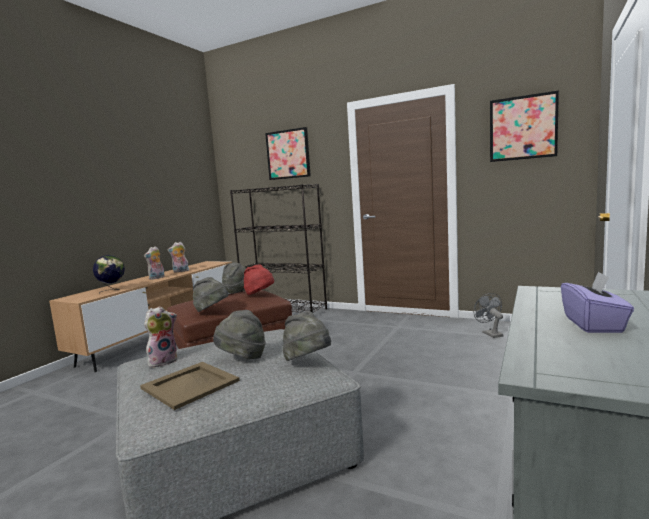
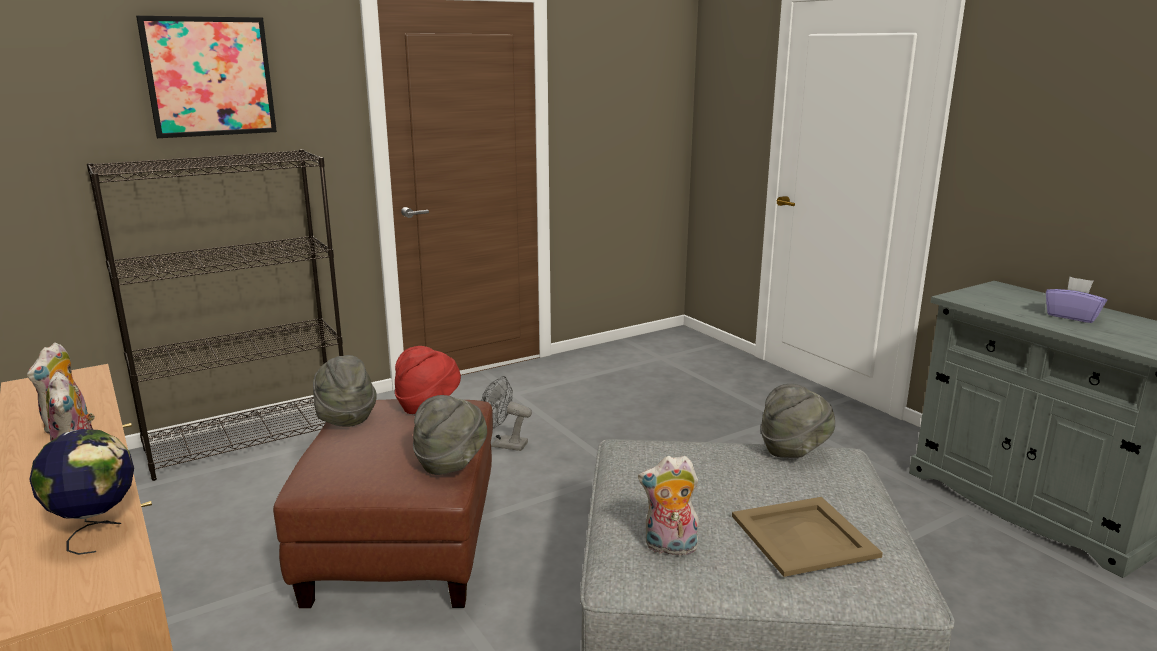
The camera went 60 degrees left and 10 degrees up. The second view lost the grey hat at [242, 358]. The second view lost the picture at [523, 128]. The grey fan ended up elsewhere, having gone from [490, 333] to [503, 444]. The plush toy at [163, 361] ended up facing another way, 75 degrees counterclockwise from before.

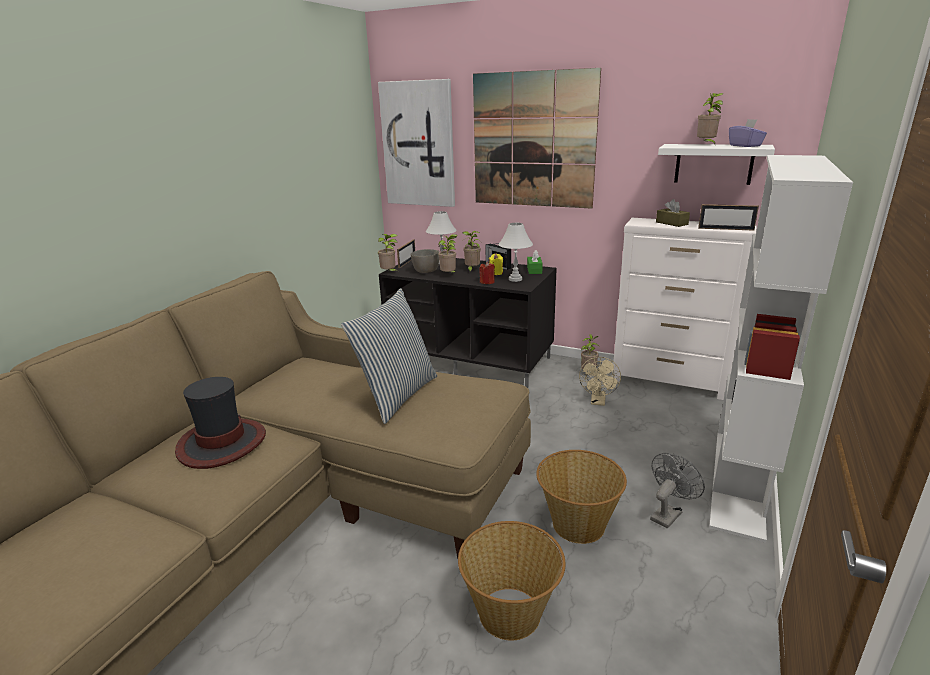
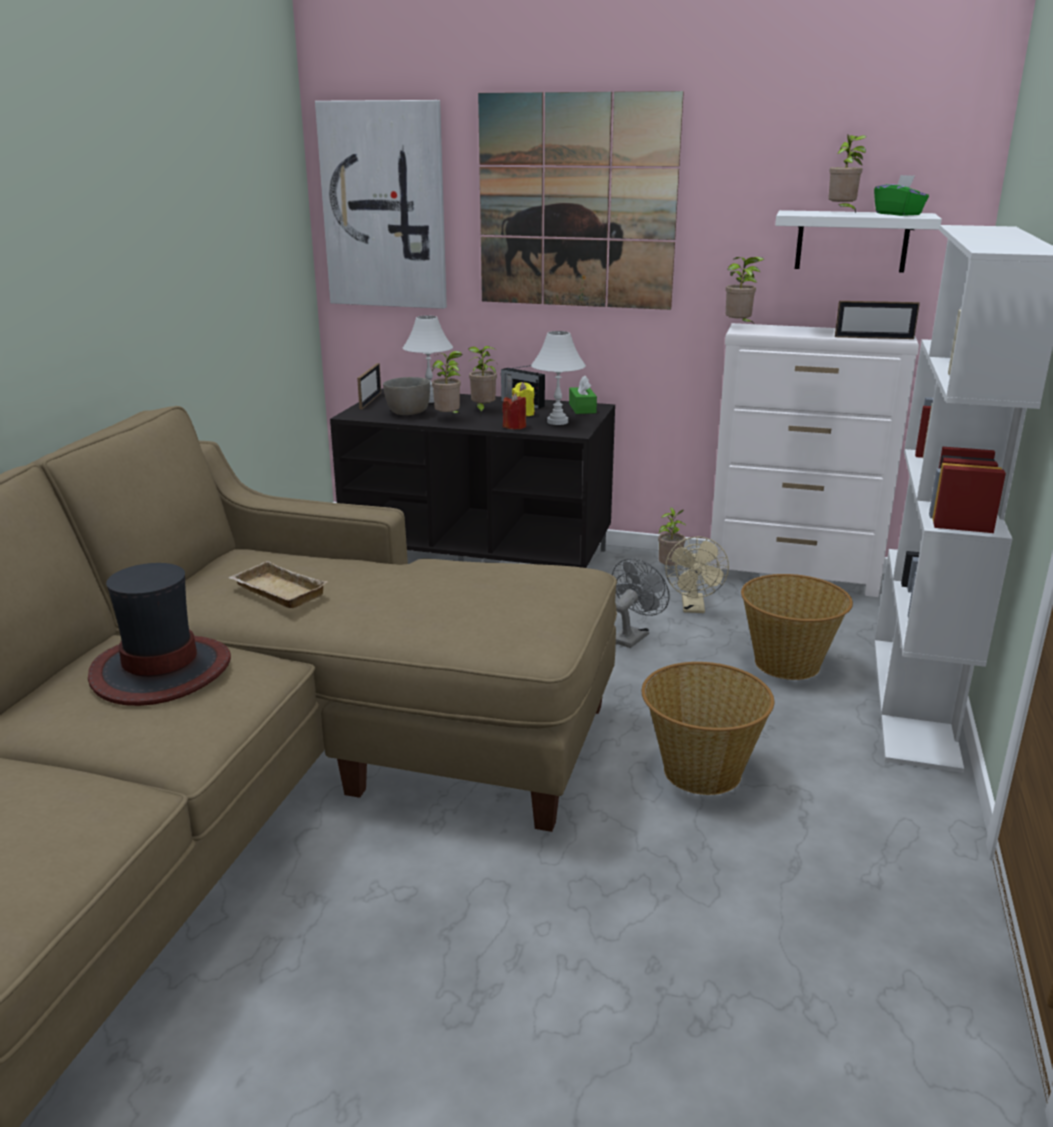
The camera went 10 degrees left and 0 degrees up. The second view lost the pillow at [397, 395]. The second view lost the brown tissue box at [671, 223]. The second view gained the beige tray at [276, 592]. The potted plant ended up elsewhere, having gone from [389, 273] to [739, 326]. The basket ended up elsewhere, having gone from [511, 612] to [788, 663]. The grey fan ended up elsewhere, having gone from [668, 513] to [633, 636]. What was the purple tissue box at [745, 146] turned into the green tissue box at [898, 214].

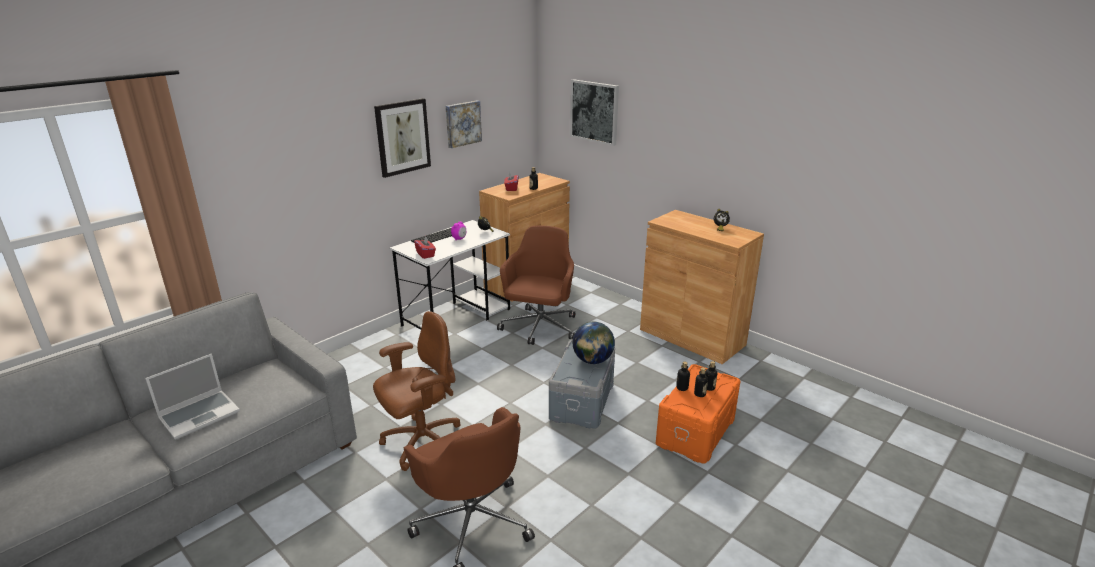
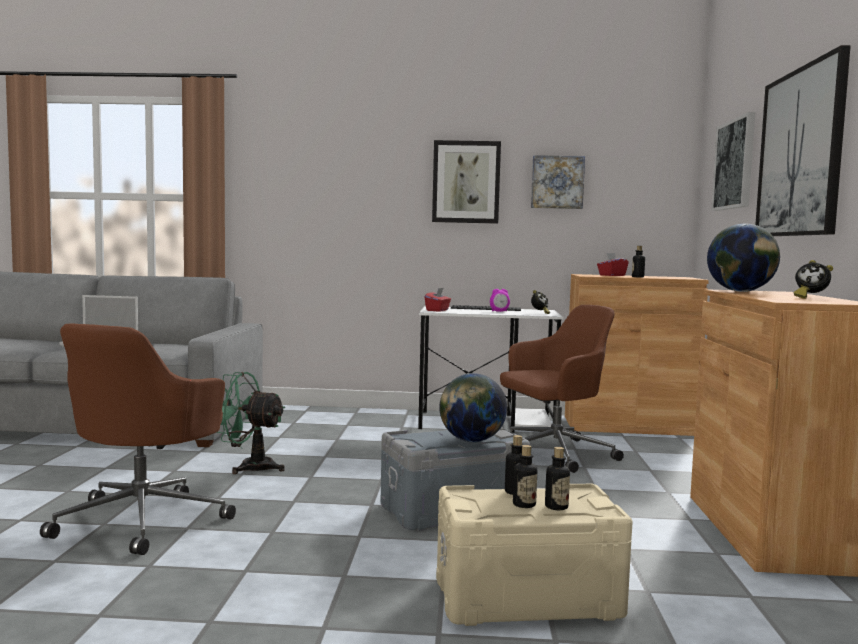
The camera went 50 degrees right and 20 degrees down. The second view gained the globe at [740, 291]. The second view gained the picture at [800, 152]. Where the brown office chair stood at [421, 443], the green fan came to stand at [249, 467]. What was the orange storage box at [696, 432] turned into the beige storage box at [527, 598].

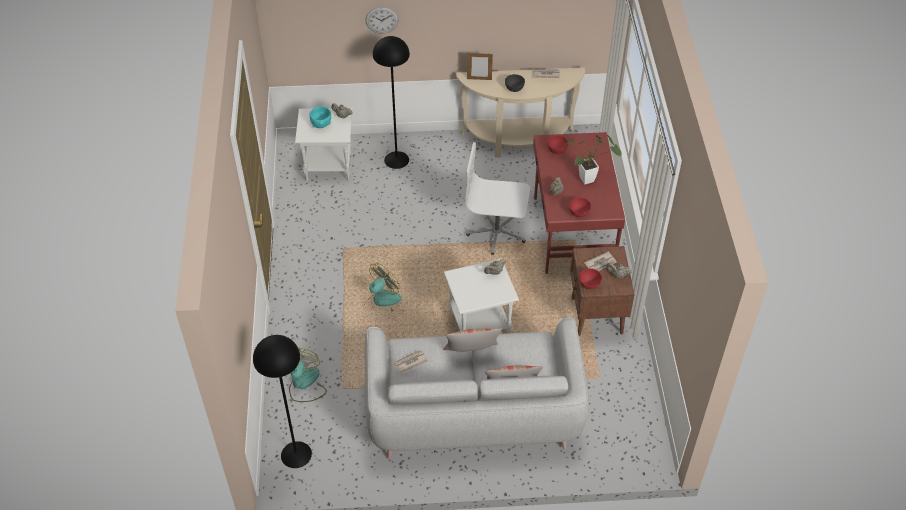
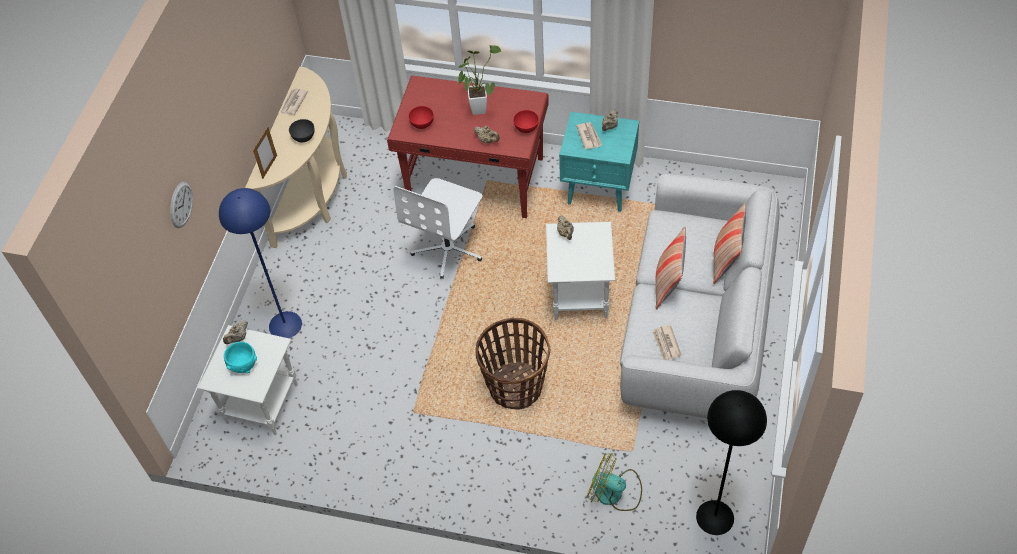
The camera went 70 degrees left and 5 degrees up. The second view lost the red bowl at [589, 284]. Where the fan stood at [381, 303], the basket came to stand at [515, 386]. What was the black floor lamp at [396, 159] turned into the blue floor lamp at [285, 325]. What was the brown nightstand at [596, 316] turned into the turquoise nightstand at [599, 189].

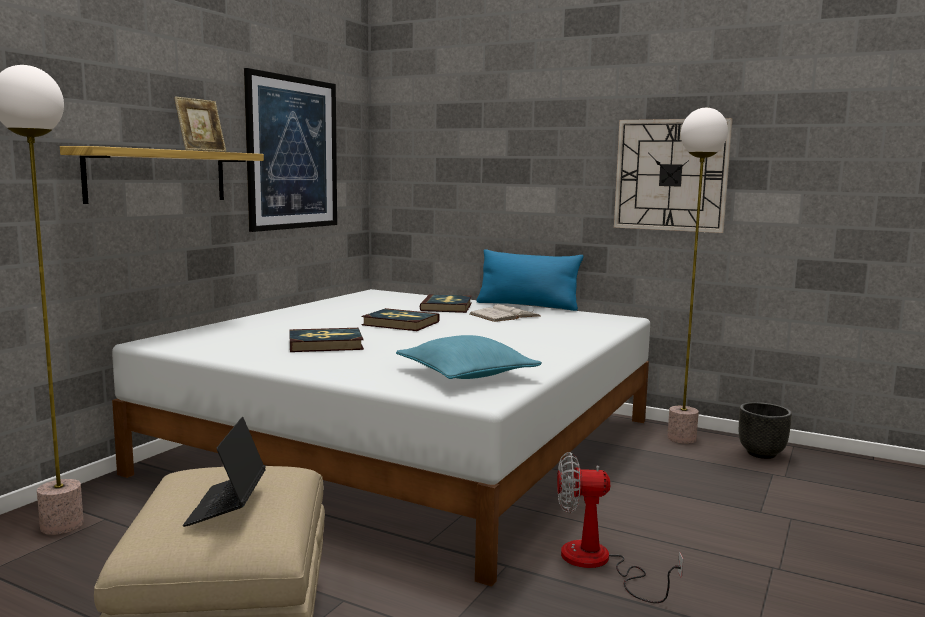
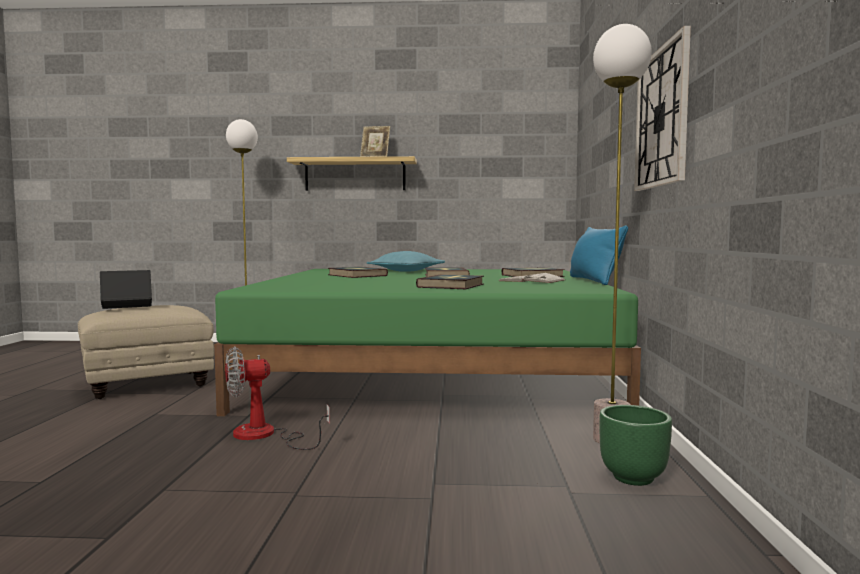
The camera went 65 degrees right and 5 degrees down. The second view lost the picture at [293, 153]. The second view gained the book at [451, 286]. The turquoise pillow ended up elsewhere, having gone from [466, 374] to [406, 271]. What was the white bed at [411, 445] turned into the green bed at [432, 373]. What was the black planter at [762, 454] turned into the green planter at [634, 478]. The fan at [598, 563] ended up facing another way, 90 degrees counterclockwise from before.

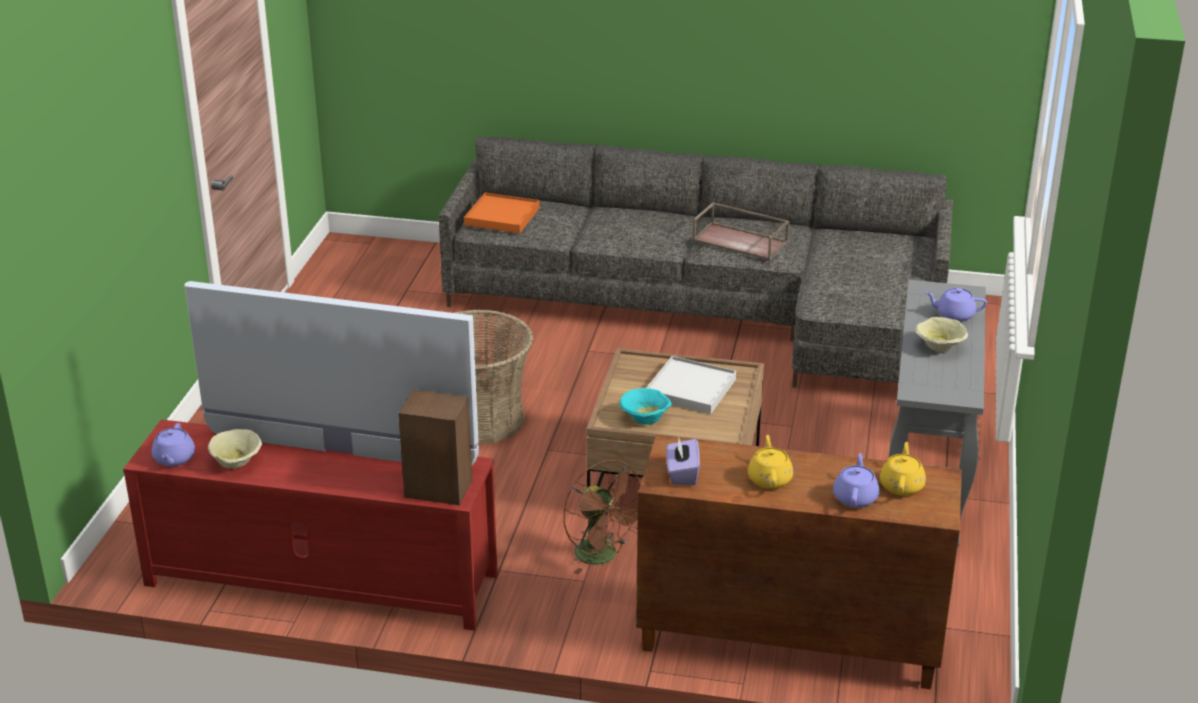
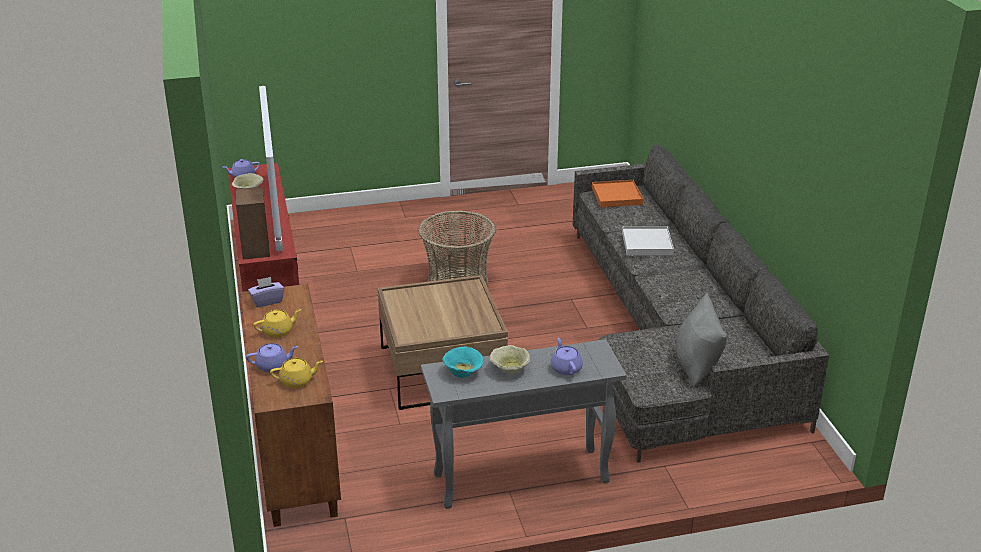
The camera went 65 degrees right and 0 degrees up. The second view lost the brown fan at [603, 557]. The second view lost the brown tray at [741, 241]. The second view gained the grey pillow at [696, 366]. The turquoise bowl ended up elsewhere, having gone from [645, 418] to [464, 372]. The white tray ended up elsewhere, having gone from [690, 389] to [647, 243].

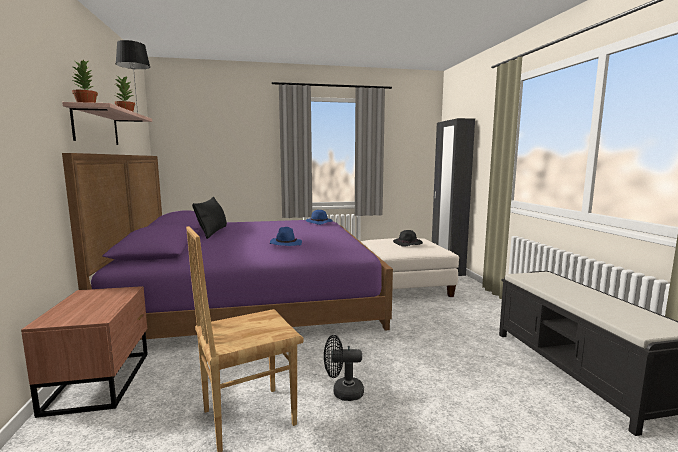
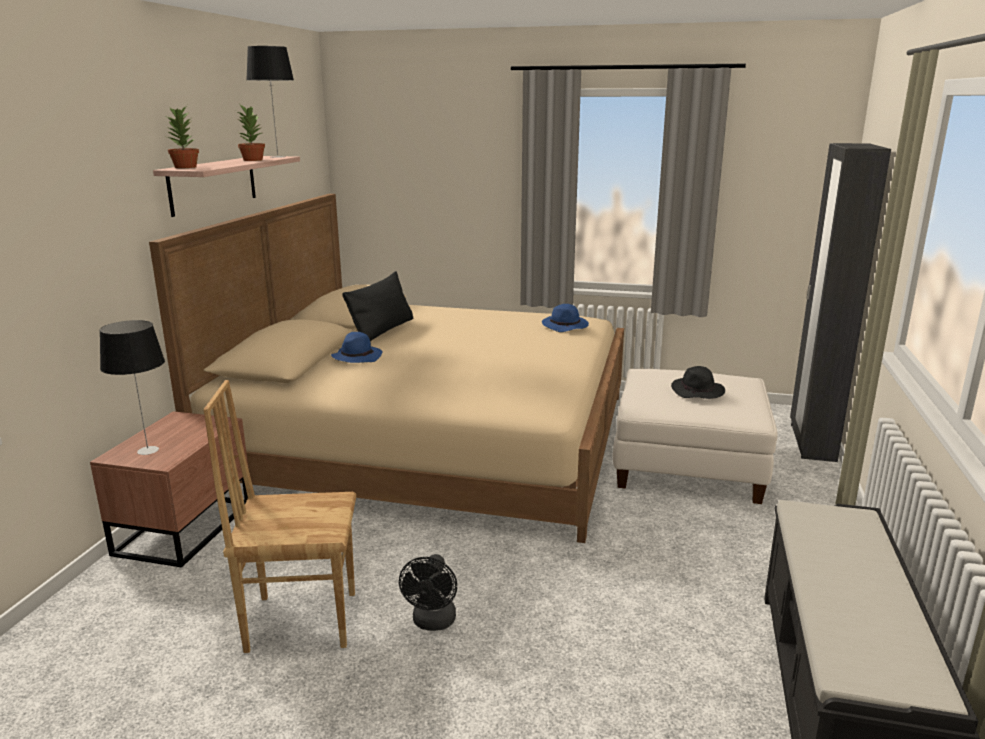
The camera went 25 degrees right and 10 degrees up. The second view gained the table lamp at [148, 450]. The blue hat ended up elsewhere, having gone from [285, 244] to [357, 357]. What was the purple bed at [252, 297] turned into the beige bed at [433, 437]. The black fan at [342, 392] ended up facing another way, 105 degrees counterclockwise from before.

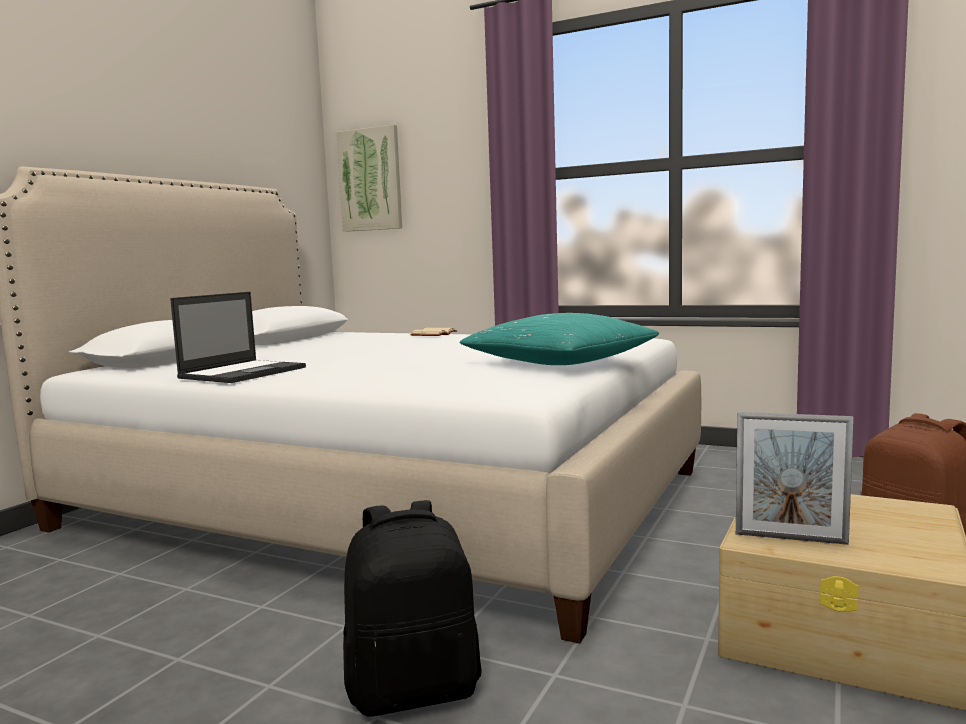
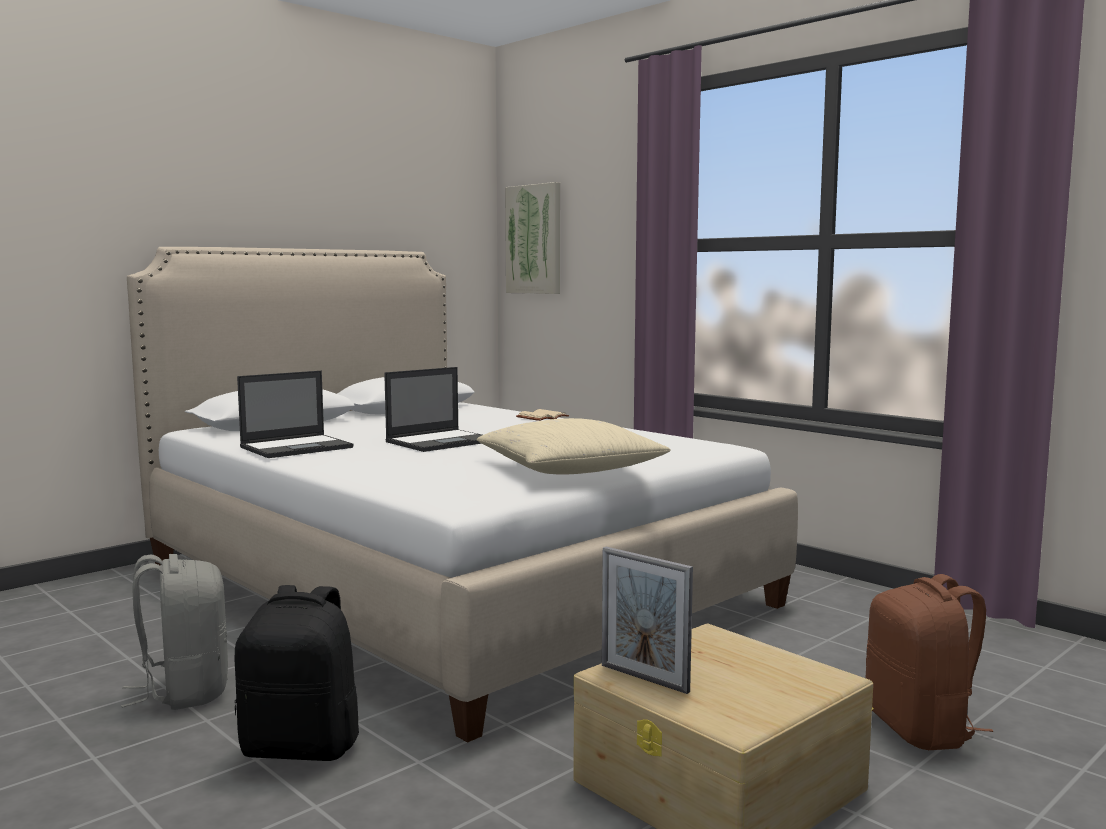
The camera went 20 degrees right and 0 degrees up. The second view gained the grey backpack at [184, 691]. The second view gained the laptop at [441, 441]. What was the turquoise pillow at [559, 362] turned into the beige pillow at [569, 469].

